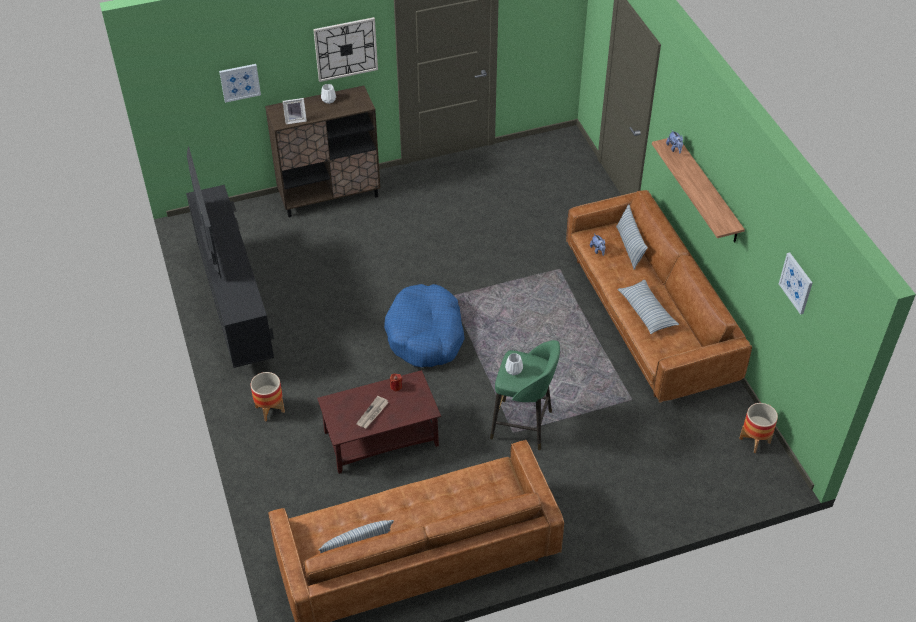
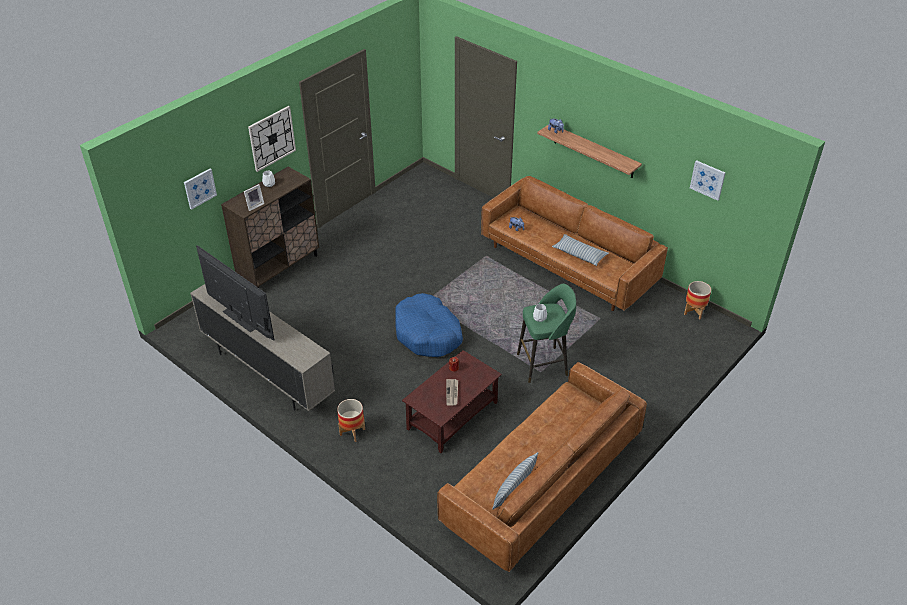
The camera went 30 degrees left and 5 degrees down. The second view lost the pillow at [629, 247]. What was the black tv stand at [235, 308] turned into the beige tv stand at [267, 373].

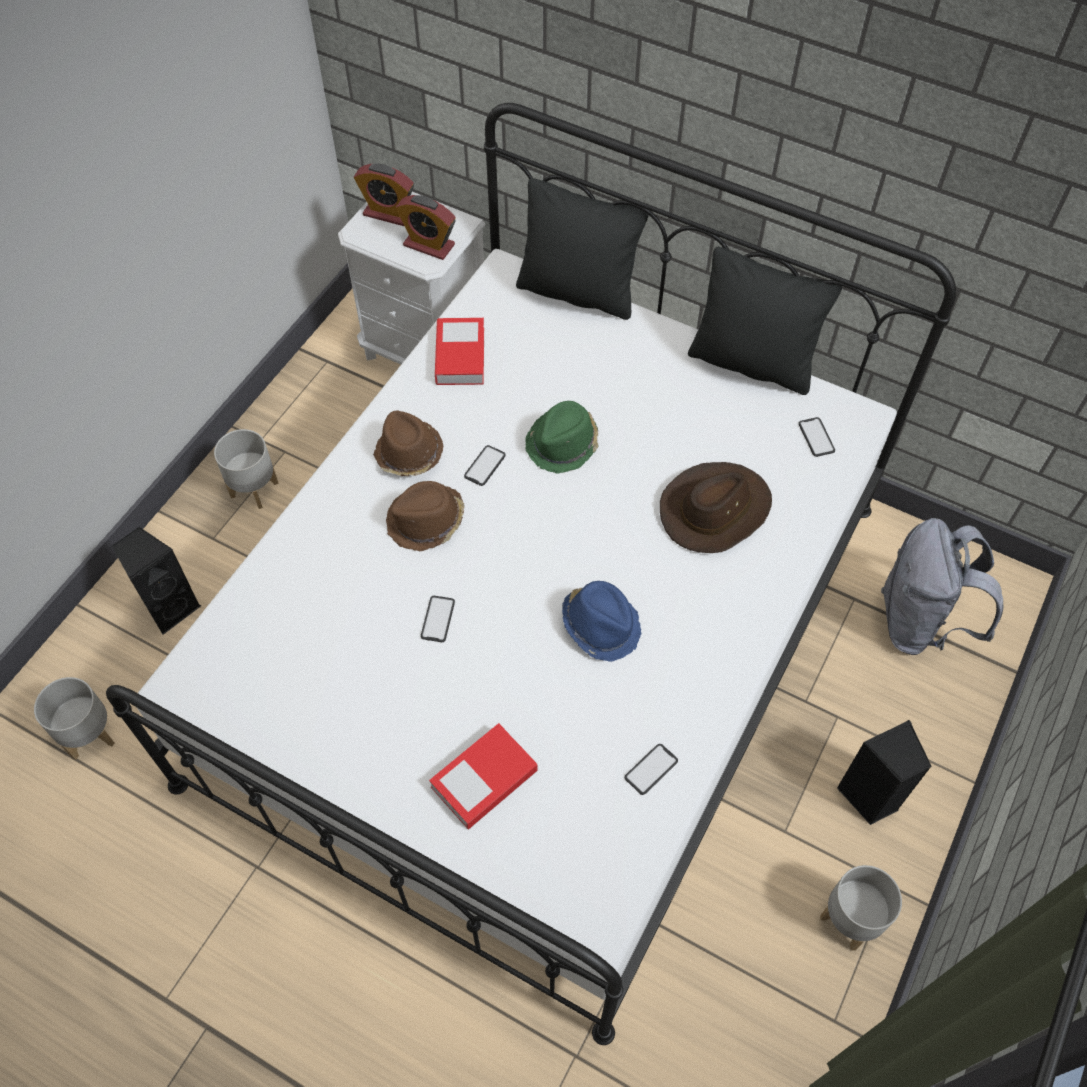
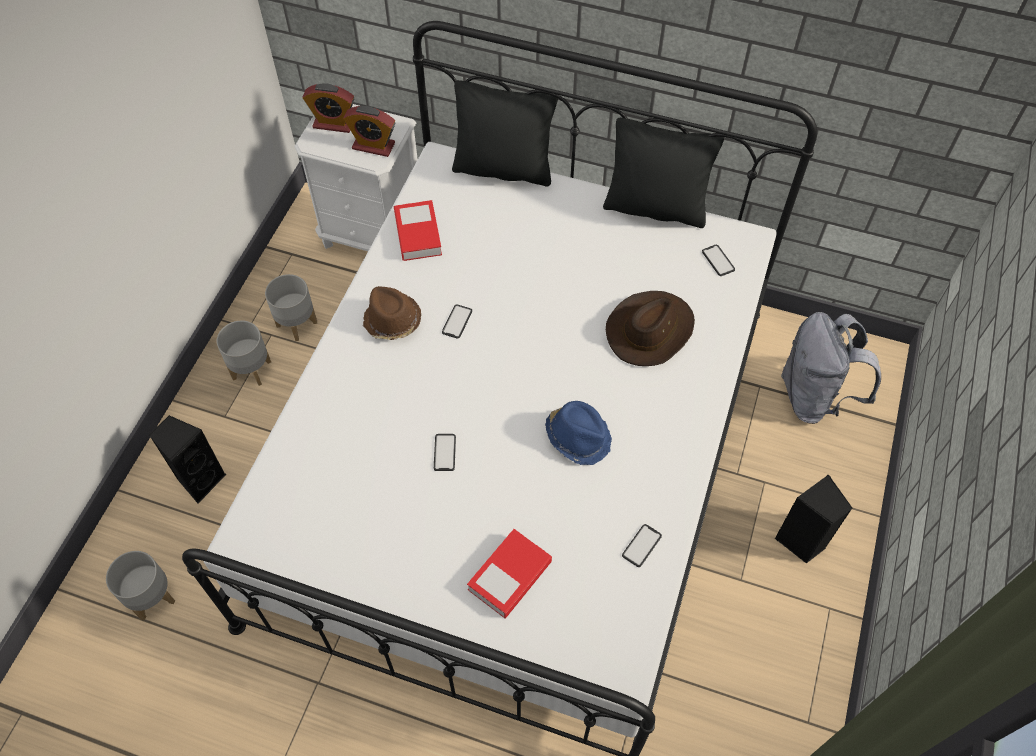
The camera went 10 degrees left and 0 degrees up. The second view lost the brown hat at [426, 522]. The second view lost the green hat at [563, 444]. The grey planter ended up elsewhere, having gone from [851, 920] to [297, 324].

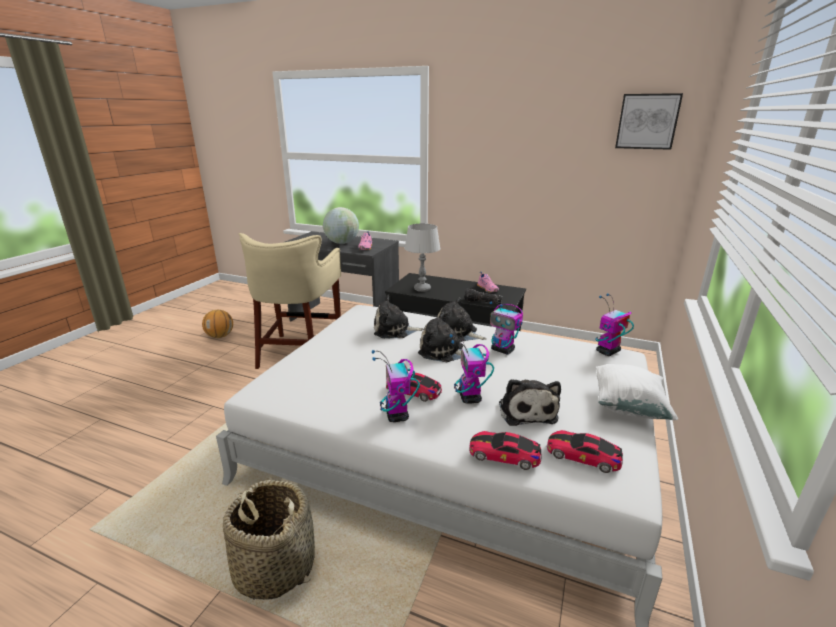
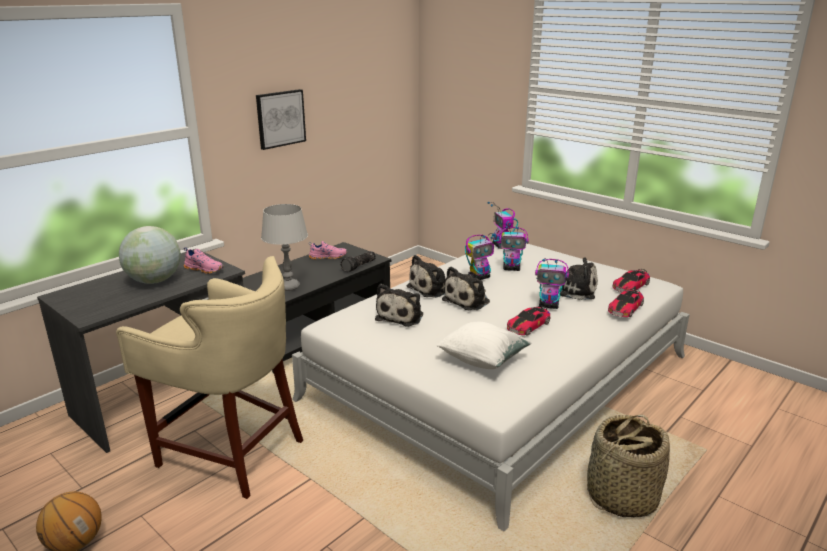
The camera went 70 degrees left and 0 degrees up. The toy robot ended up elsewhere, having gone from [397, 415] to [512, 268]. The white pillow ended up elsewhere, having gone from [628, 407] to [482, 360]. The picture ended up elsewhere, having gone from [647, 121] to [280, 118].

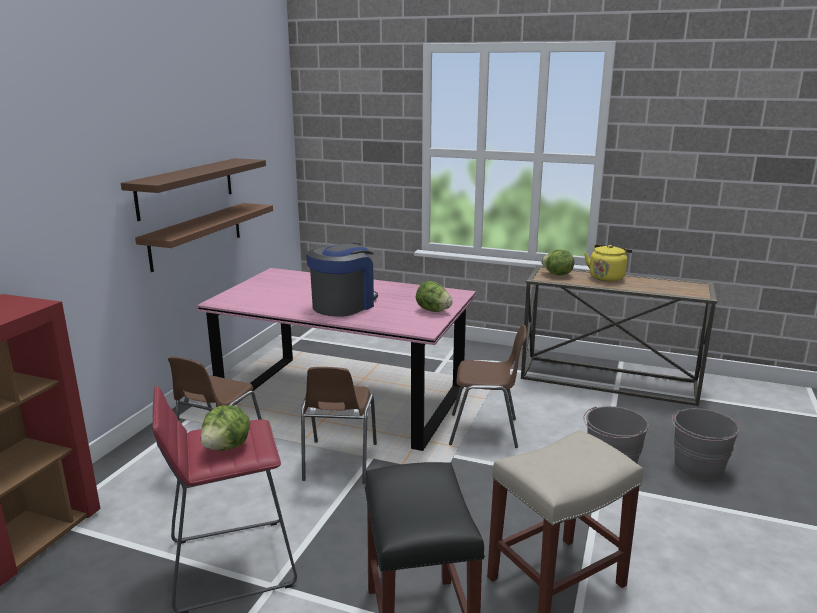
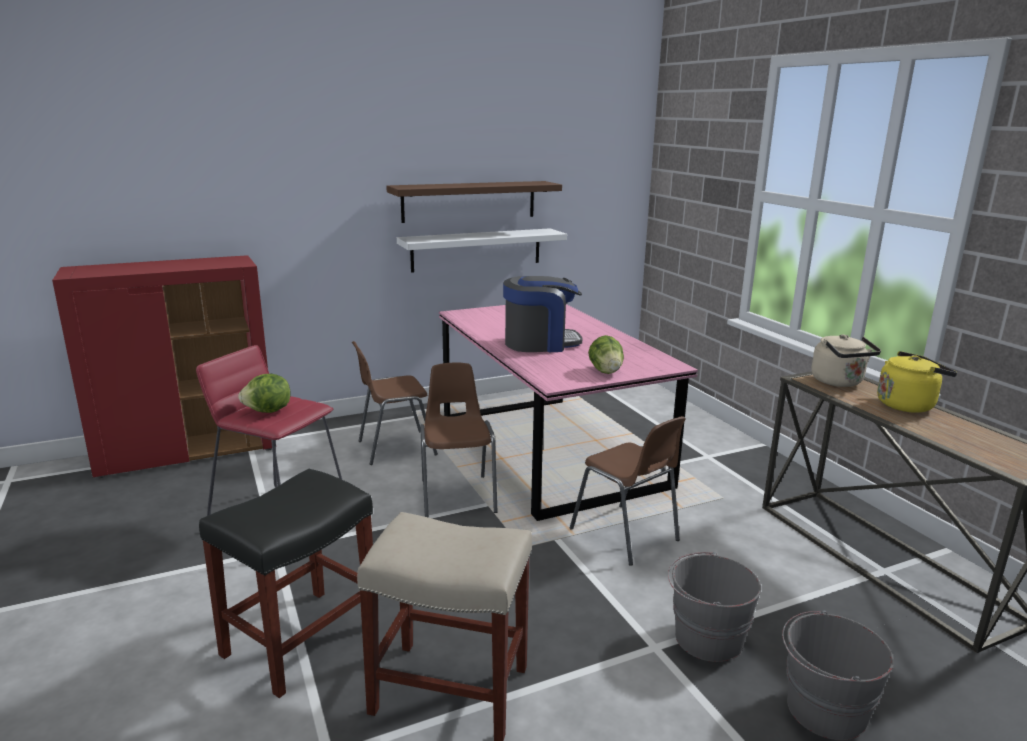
The camera went 45 degrees right and 0 degrees up. Where the lettuce stood at [557, 274], the beige kettle came to stand at [839, 382]. What was the brown shelf at [196, 235] turned into the white shelf at [476, 250]. The brown chair at [339, 463] ended up facing another way, 120 degrees clockwise from before.

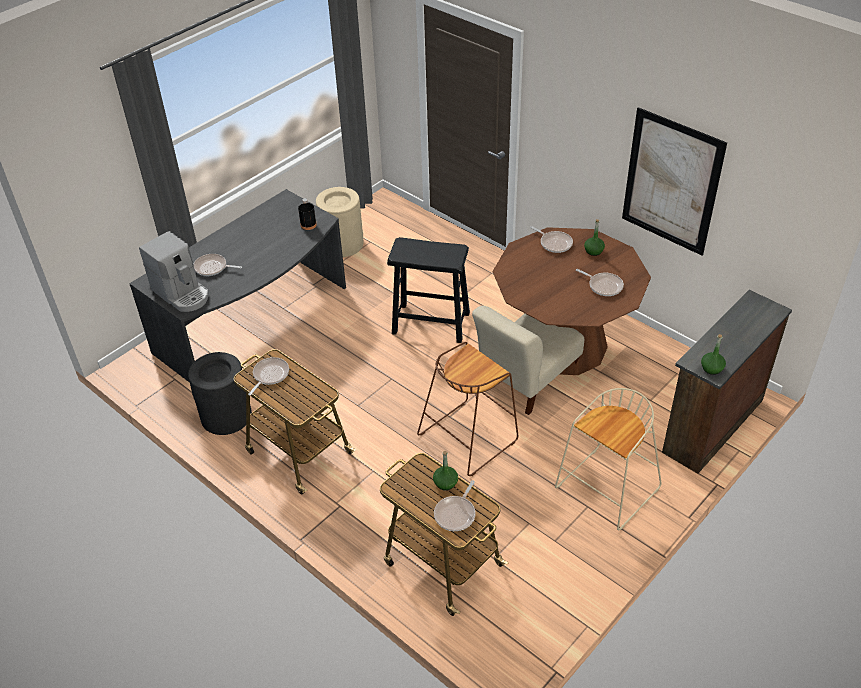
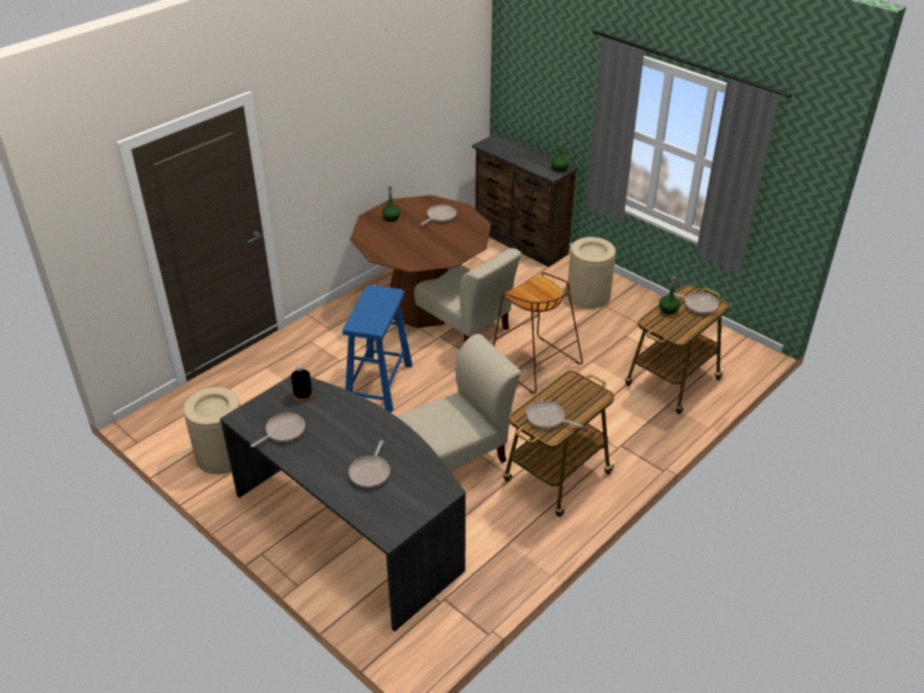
The camera went 90 degrees left and 5 degrees down. The second view lost the coffee machine at [182, 293]. The second view lost the black trash can at [226, 415]. The second view lost the picture at [671, 182]. The second view gained the beige chair at [456, 456]. The frying pan ended up elsewhere, having gone from [554, 243] to [283, 431]. Where the beige stool stood at [607, 490], the beige trash can came to stand at [588, 295]. What was the black stool at [431, 323] turned into the blue stool at [379, 384].

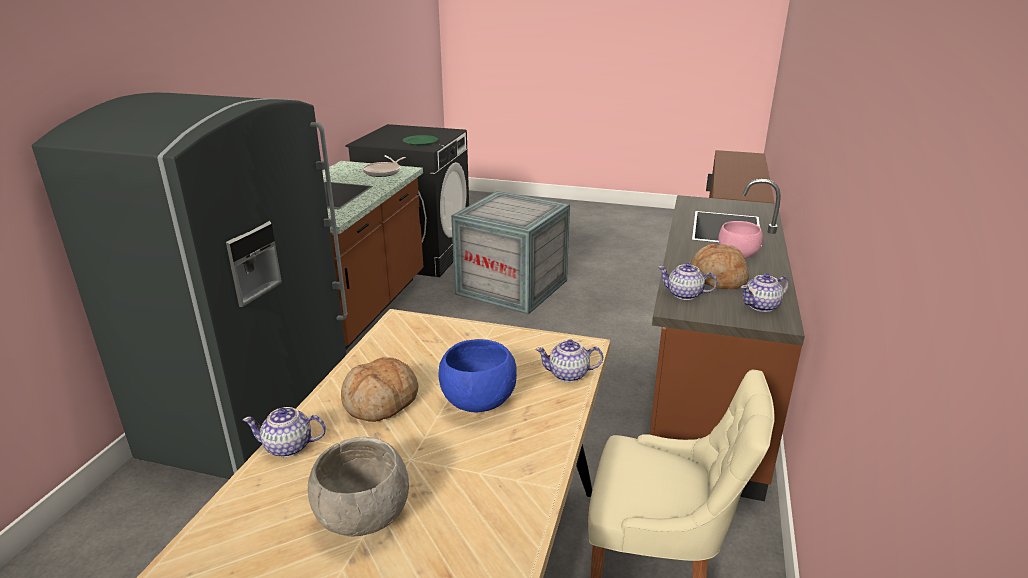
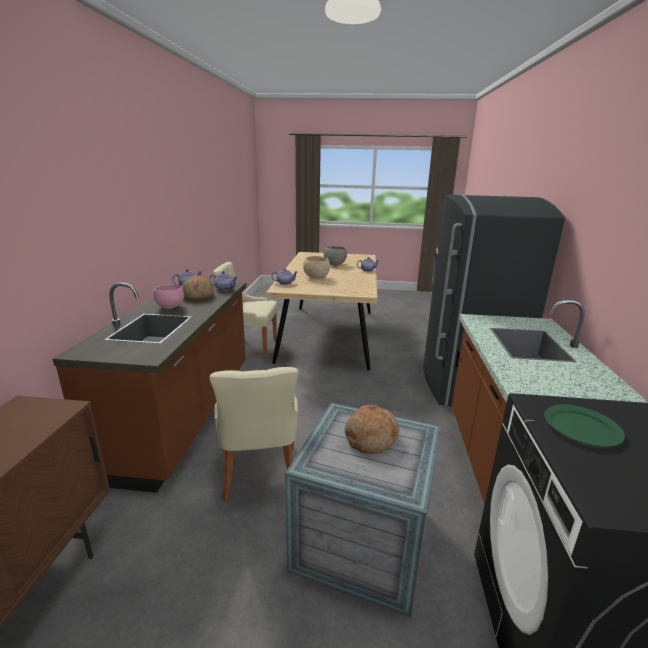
The camera went 170 degrees right and 5 degrees down. The second view lost the frying pan at [383, 172]. The second view gained the beige chair at [259, 474]. The bread ended up elsewhere, having gone from [381, 401] to [370, 437]. What was the blue bowl at [478, 402] turned into the beige bowl at [316, 277].

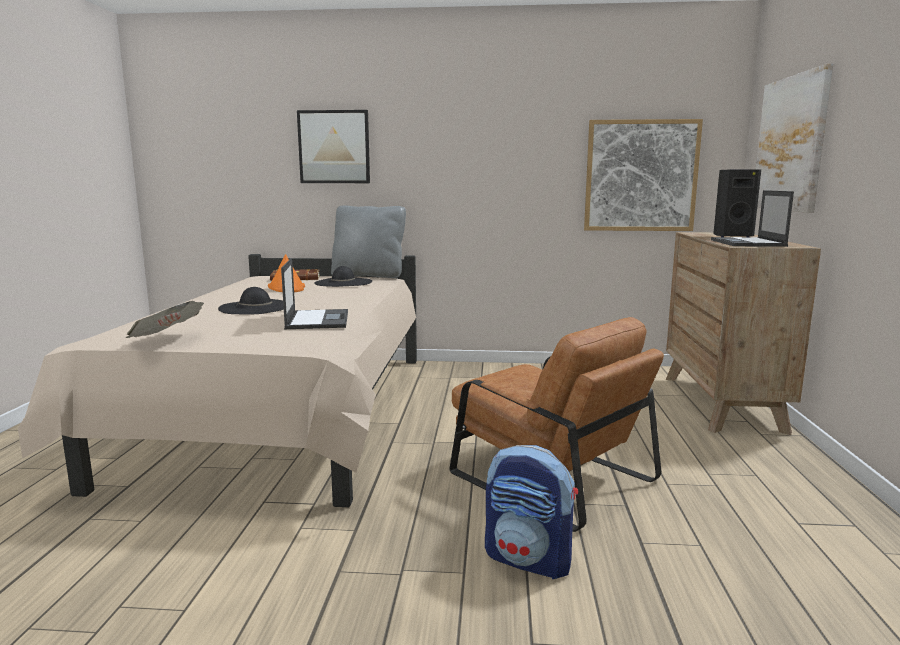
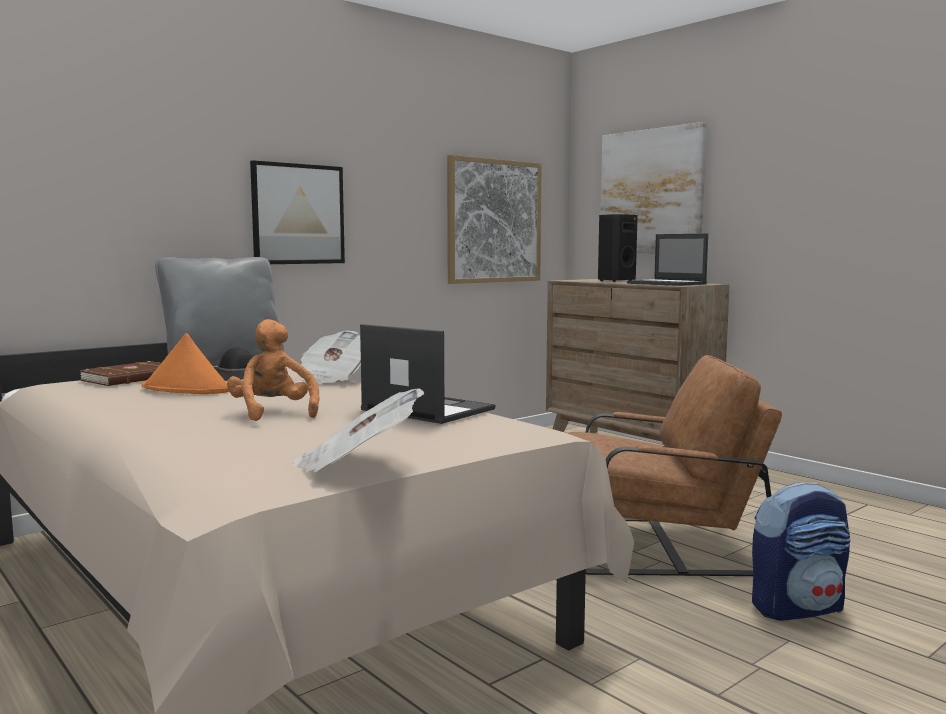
The camera went 45 degrees left and 5 degrees down. The second view gained the newspaper at [332, 379]. The picture ended up elsewhere, having gone from [334, 147] to [298, 214]. Where the black hat stood at [256, 307], the orange plush toy came to stand at [273, 413].

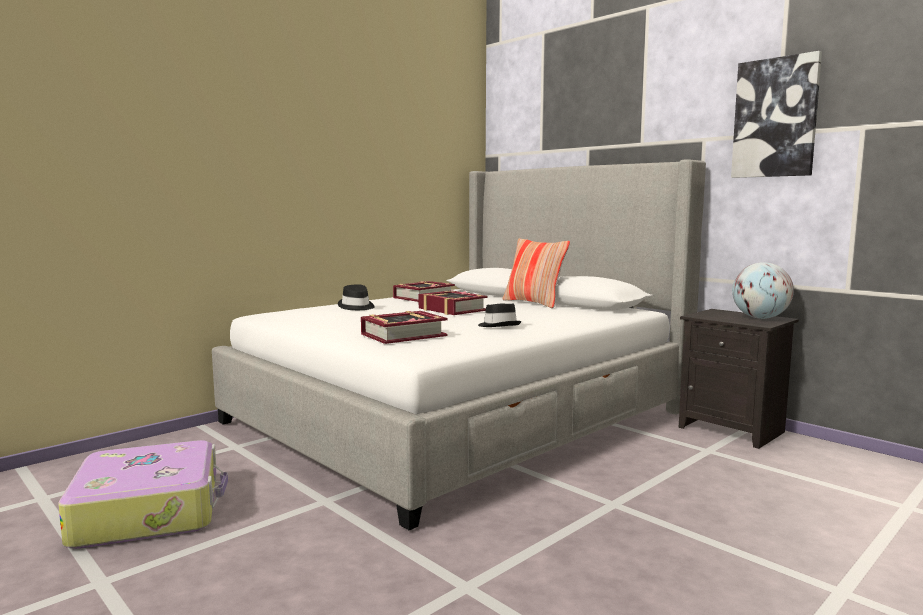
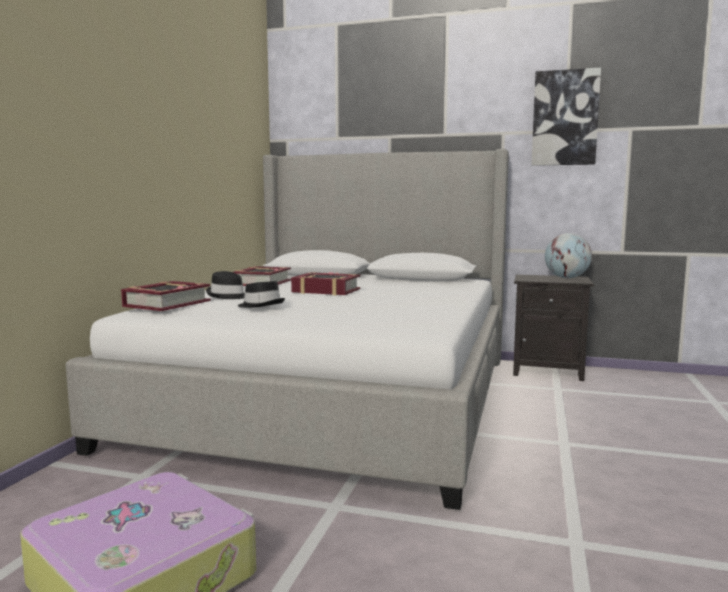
The camera went 30 degrees left and 0 degrees up. The second view lost the pillow at [534, 303]. The book ended up elsewhere, having gone from [403, 335] to [167, 304]. The black hat ended up elsewhere, having gone from [499, 326] to [261, 305].

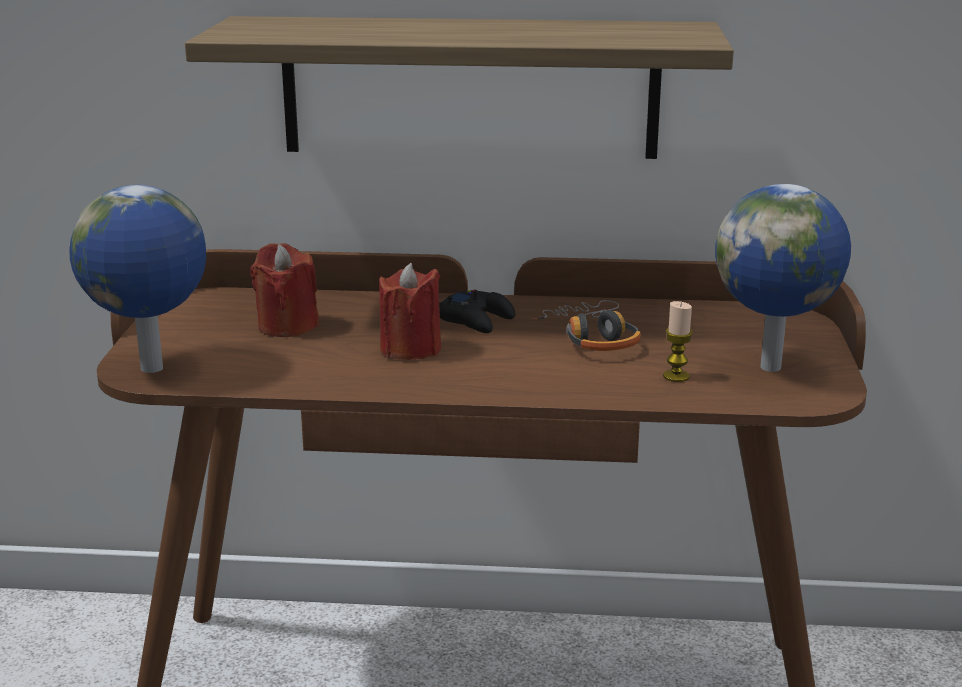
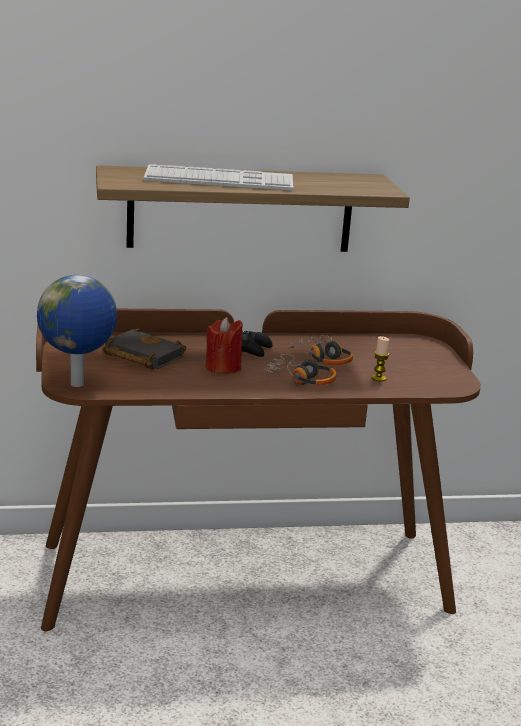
The camera went 15 degrees left and 0 degrees up. The second view lost the globe at [773, 367]. The second view gained the keyboard at [219, 180]. The second view gained the headphones at [300, 379]. Where the red candle stood at [287, 326], the black book came to stand at [140, 356].

